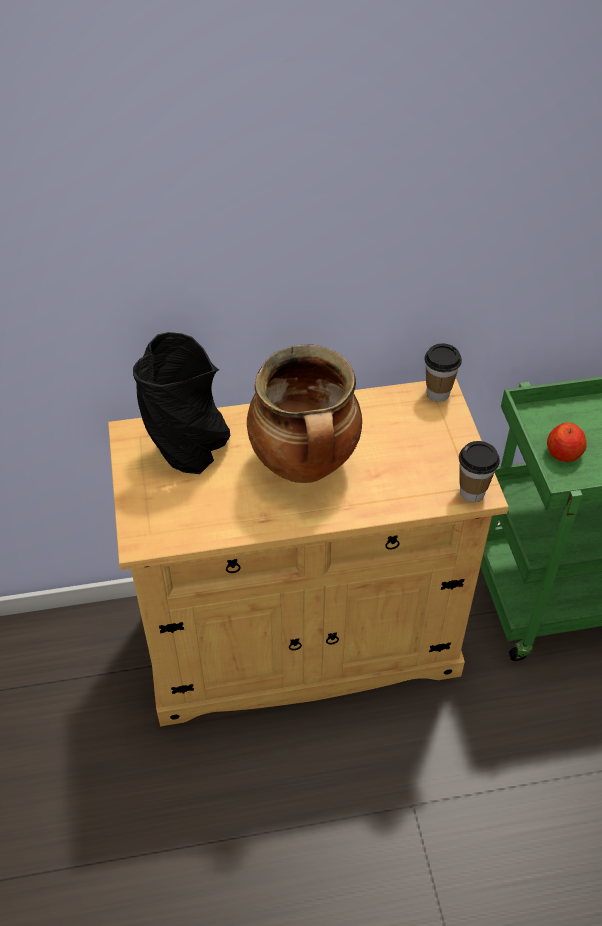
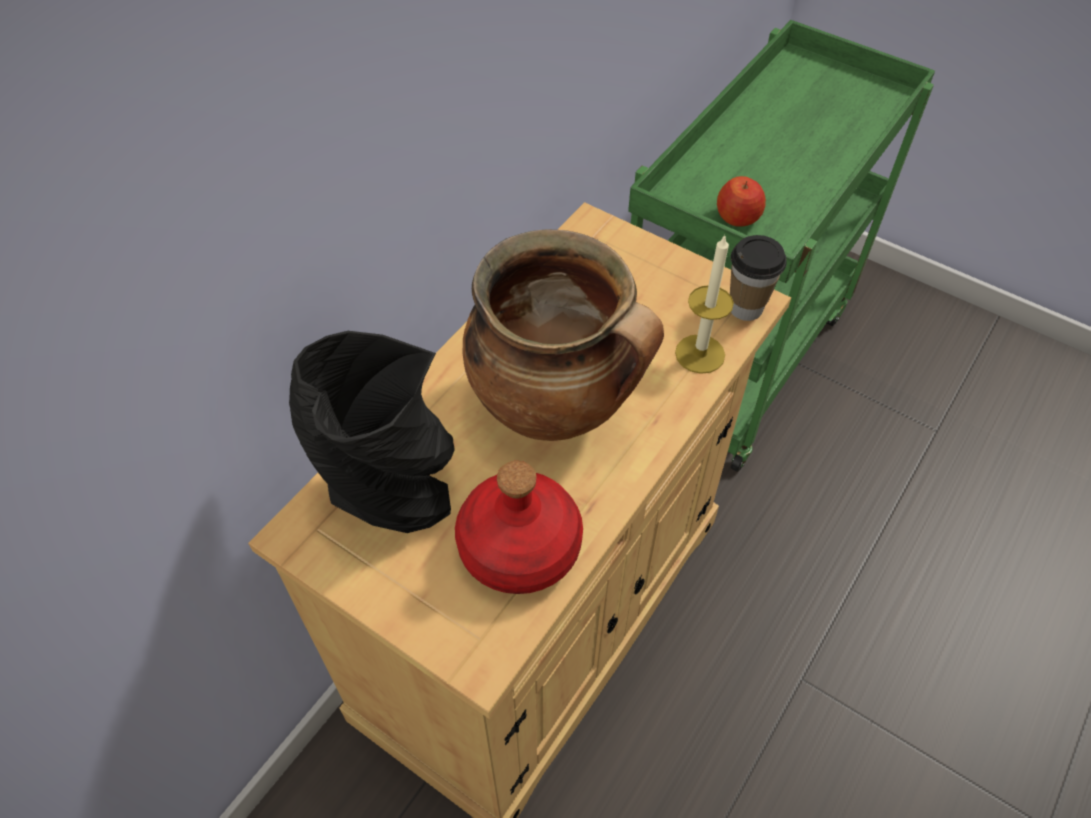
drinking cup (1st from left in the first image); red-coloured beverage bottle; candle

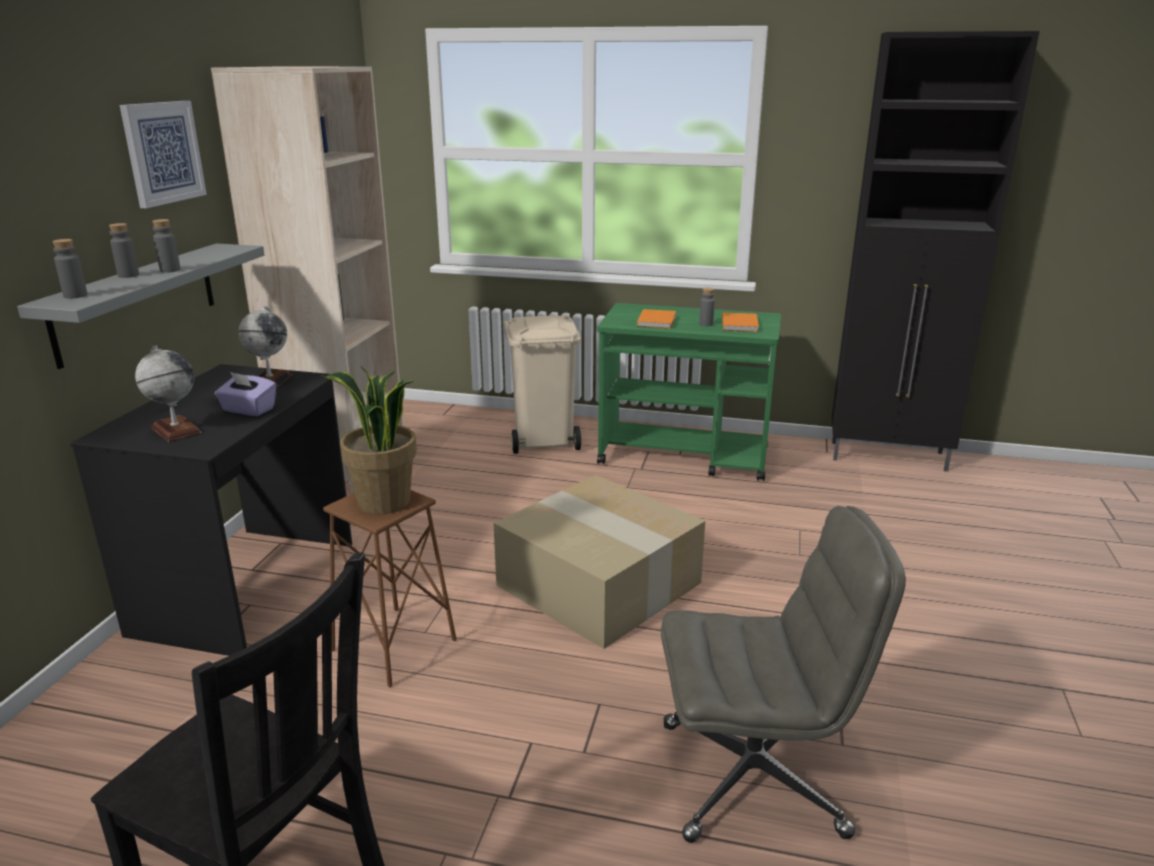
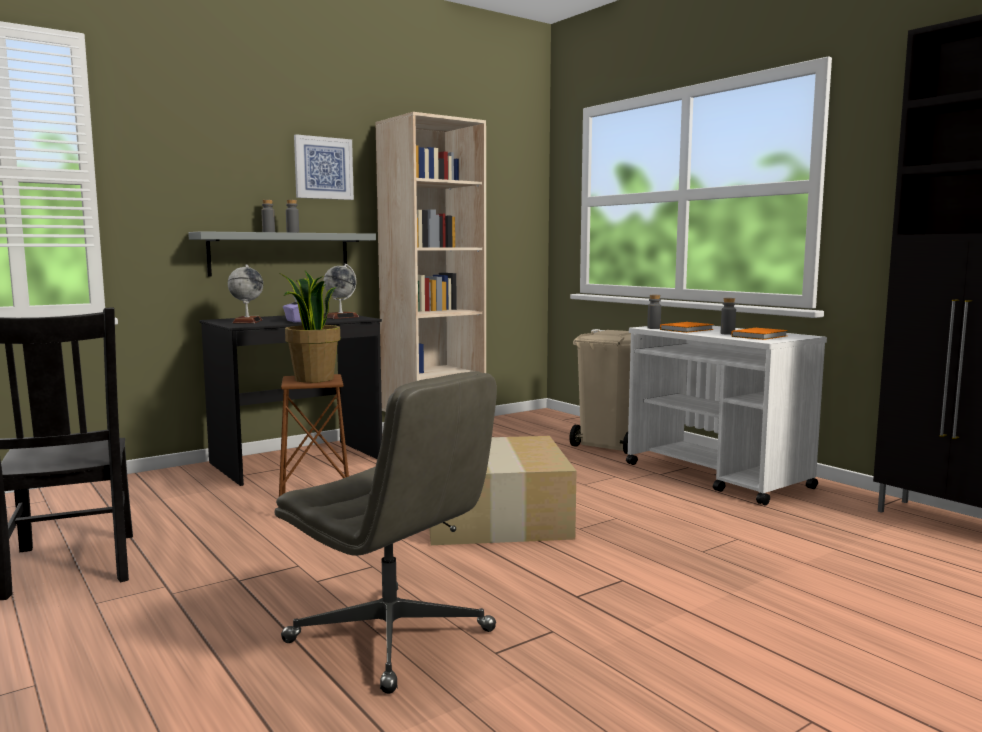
gray beverage bottle (3rd from left); white-coloured cart

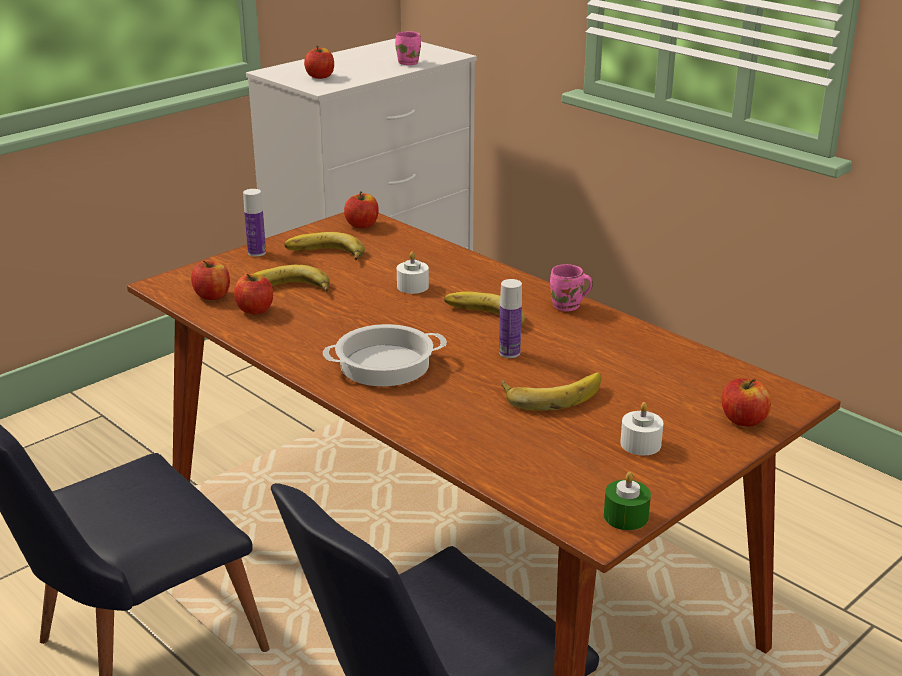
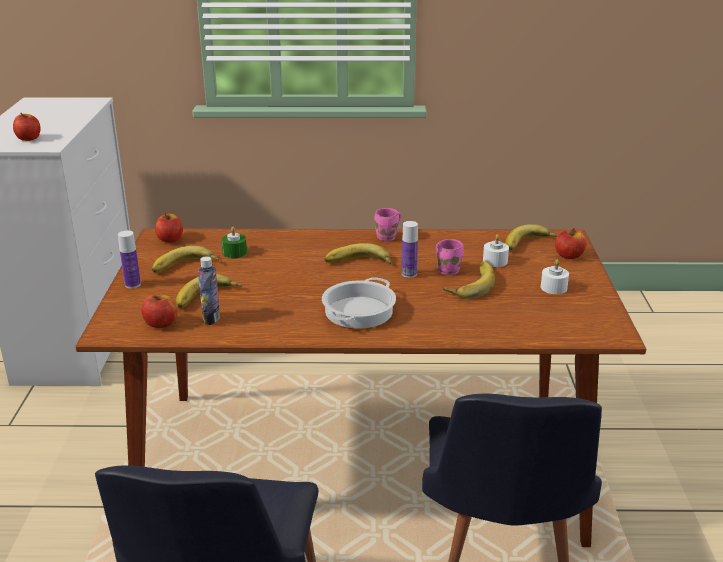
beverage bottle (2nd from left); pinkish tea mug (2nd from left); white-coloured candle (1st from left); green candle; banana fruit (5th from left)

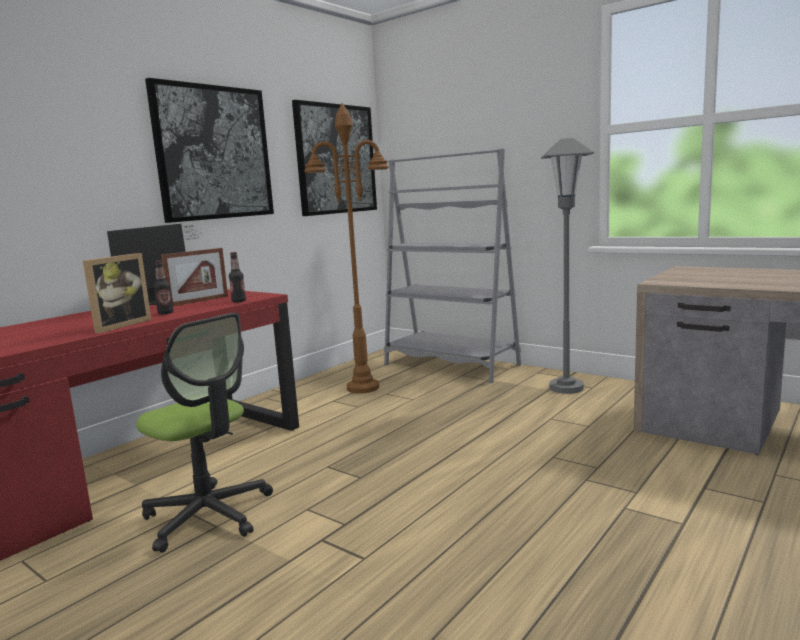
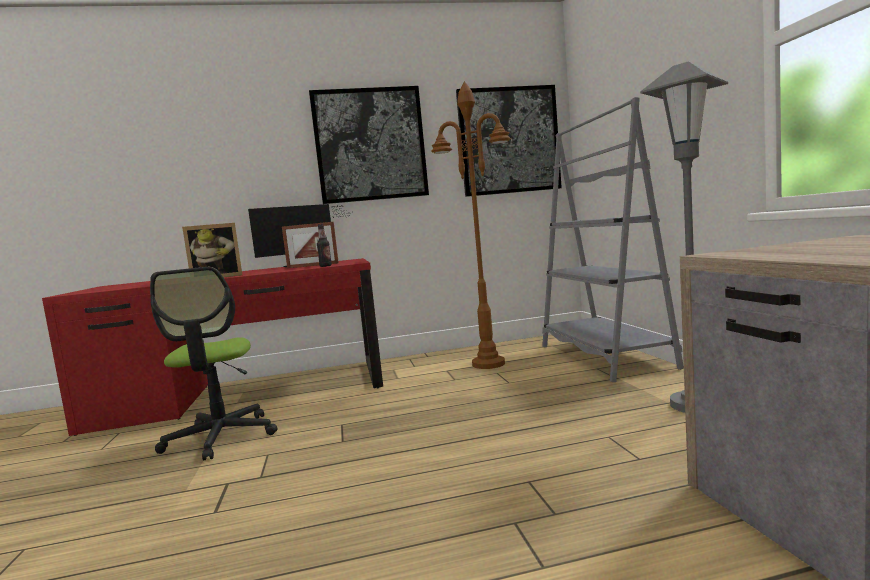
beverage bottle (1st from left in the first image)

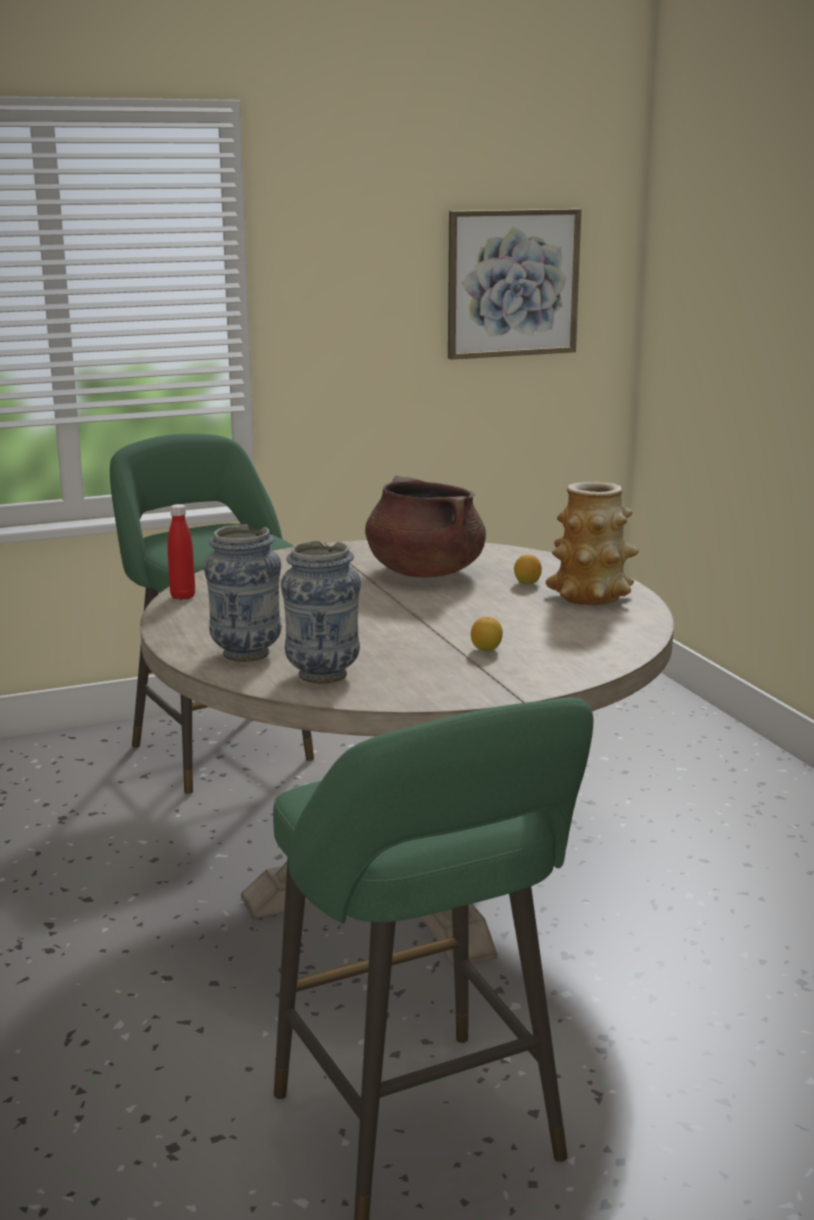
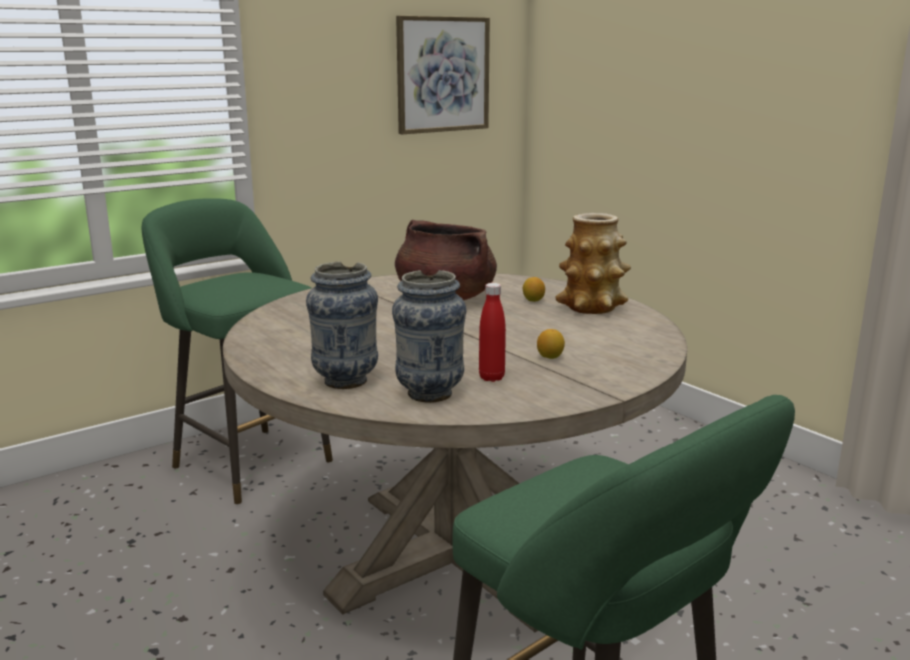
red-coloured beverage bottle

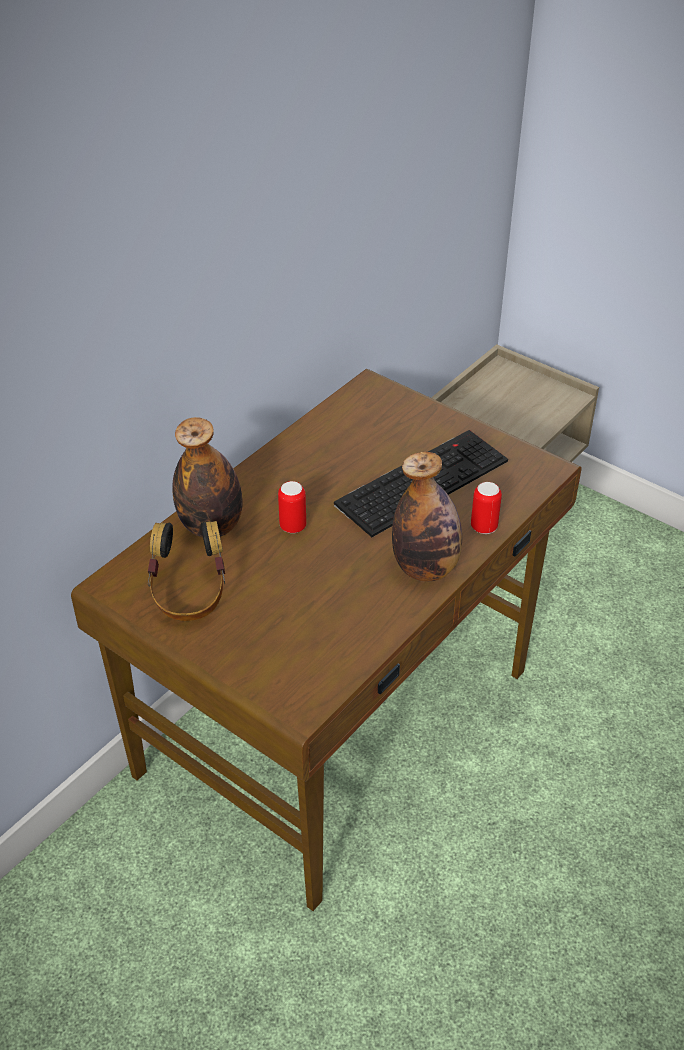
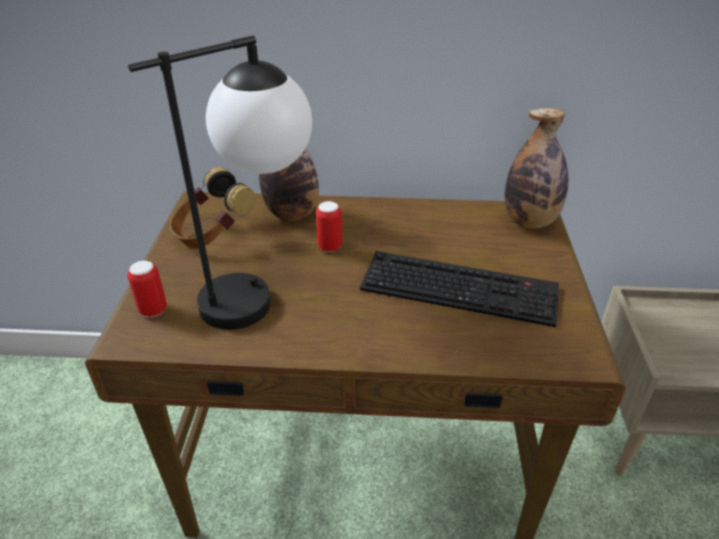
beverage bottle (2nd from left); metal can (1st from left); lamp for a table

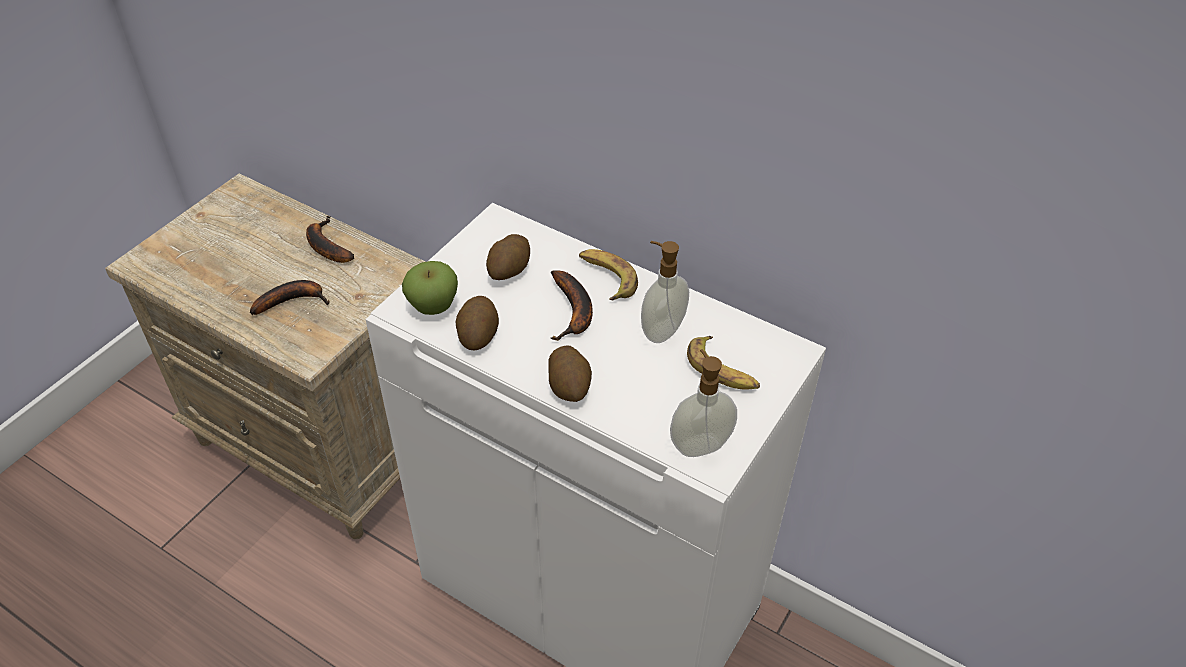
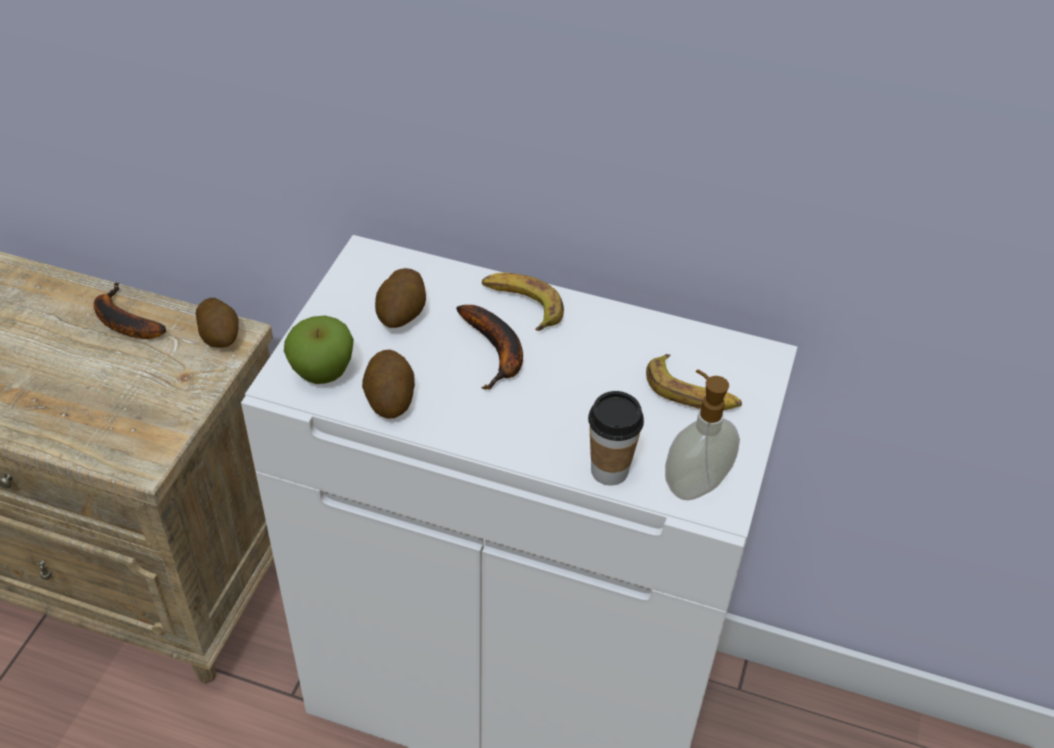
banana fruit (1st from left in the first image); spud (1st from left); soap bottle (1st from left in the first image); drinking cup

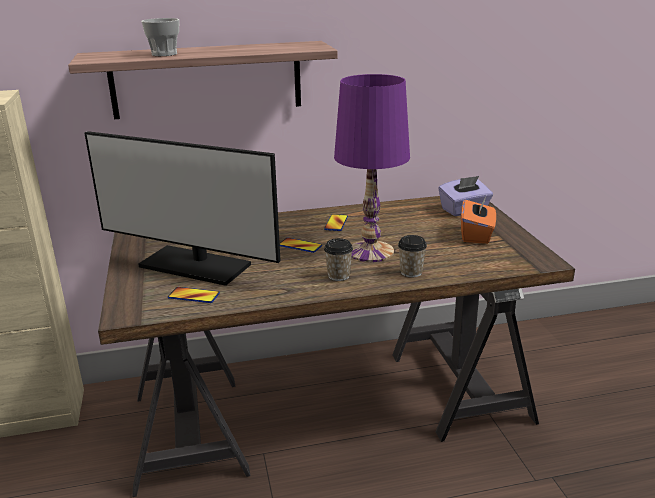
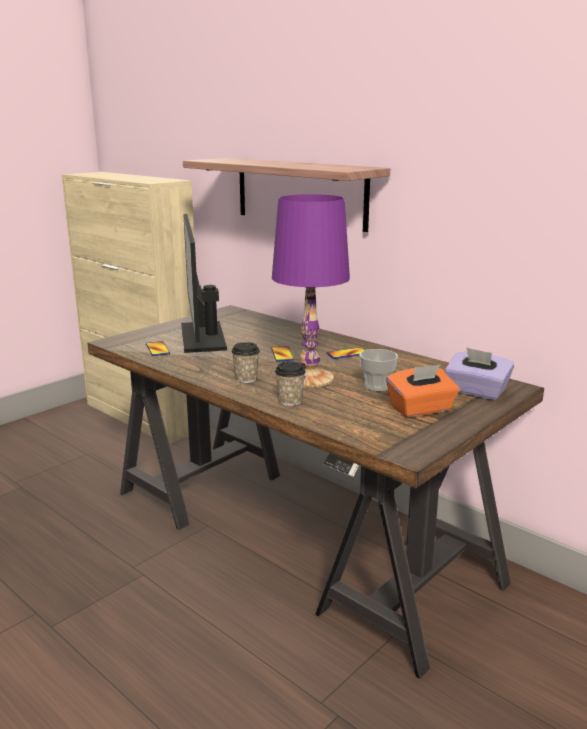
drinking cup (3rd from left)

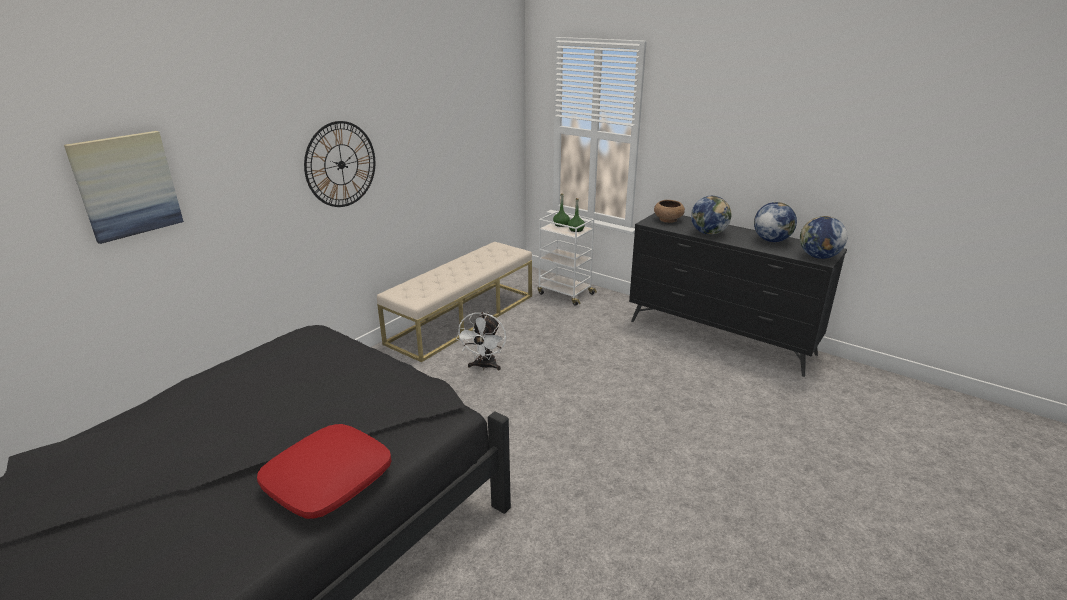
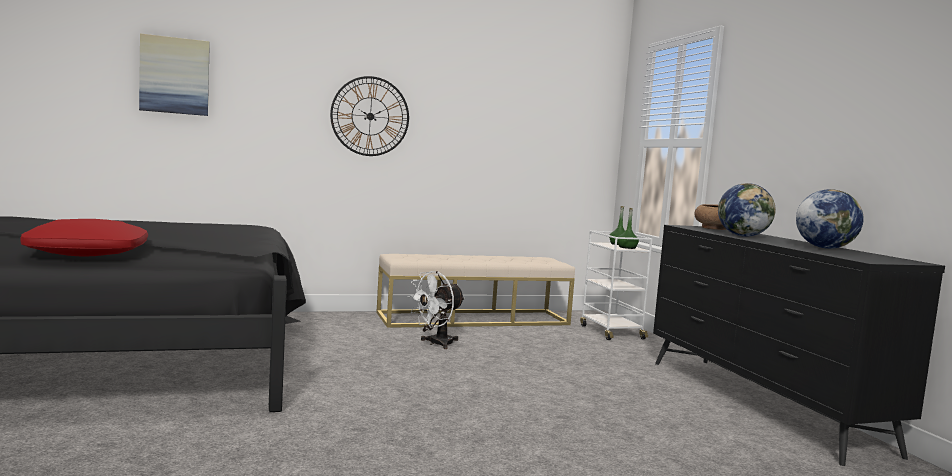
globe (3rd from left in the first image)

